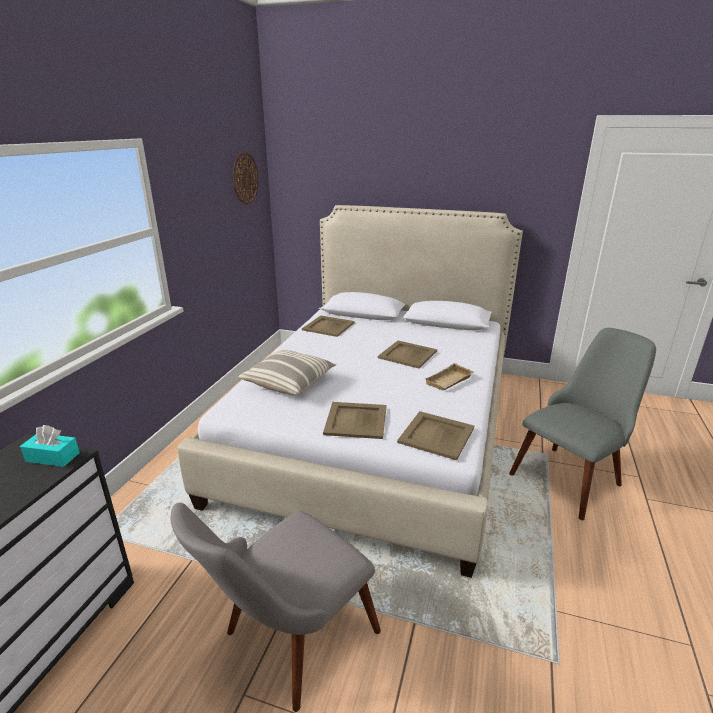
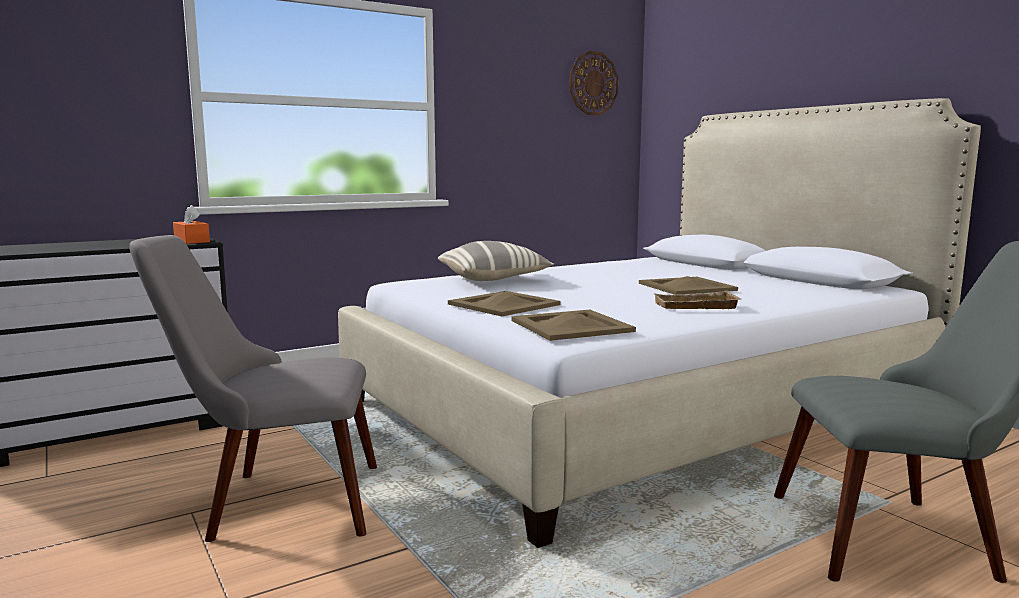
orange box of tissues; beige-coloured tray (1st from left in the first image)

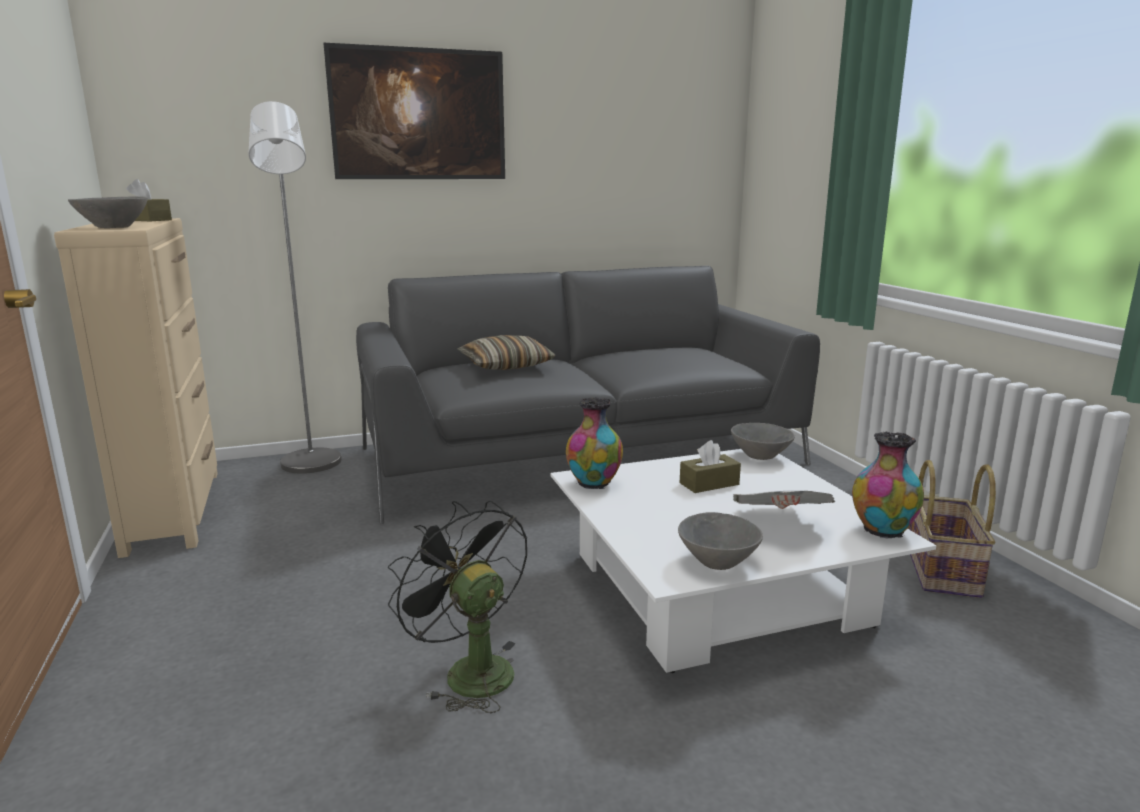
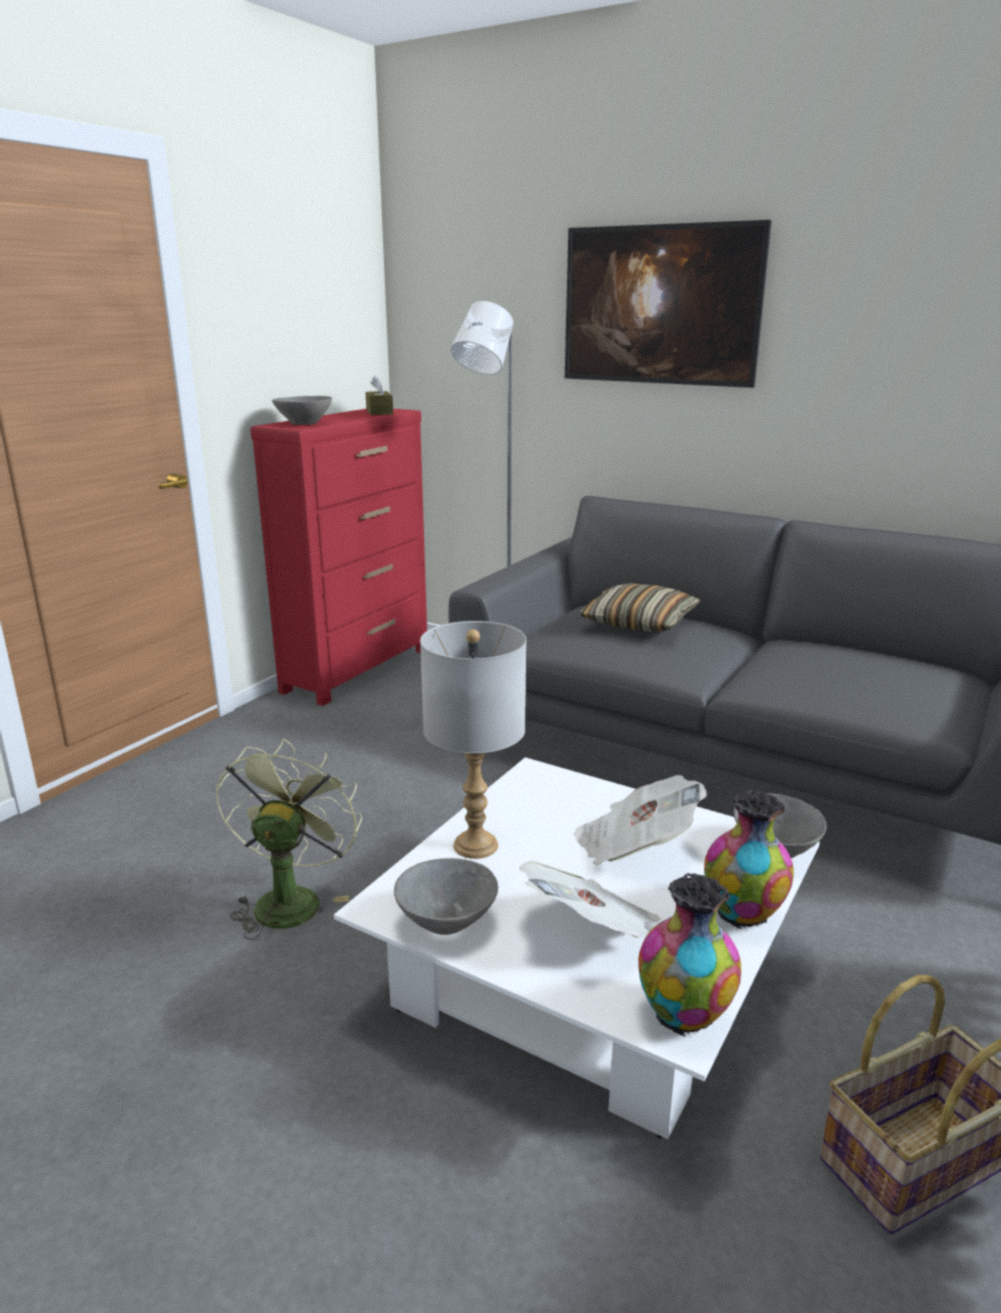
red-coloured dresser; green fan; vase (2nd from left); printed paper (2nd from left); gray lamp for a table

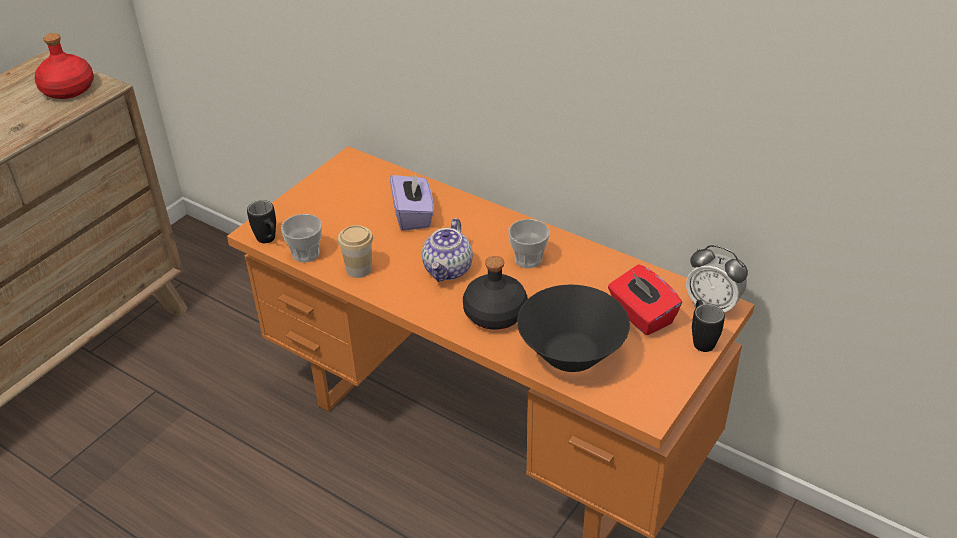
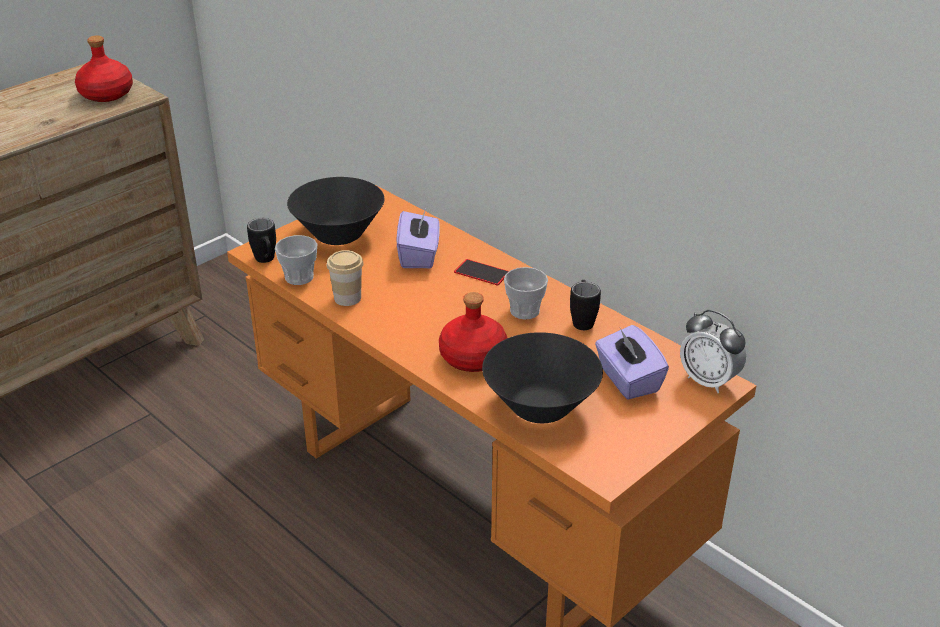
pot for tea; red-coloured beverage bottle (2nd from left); purple-coloured box of tissues (2nd from left); black tea mug (2nd from left); black deep dish (1st from left); phone

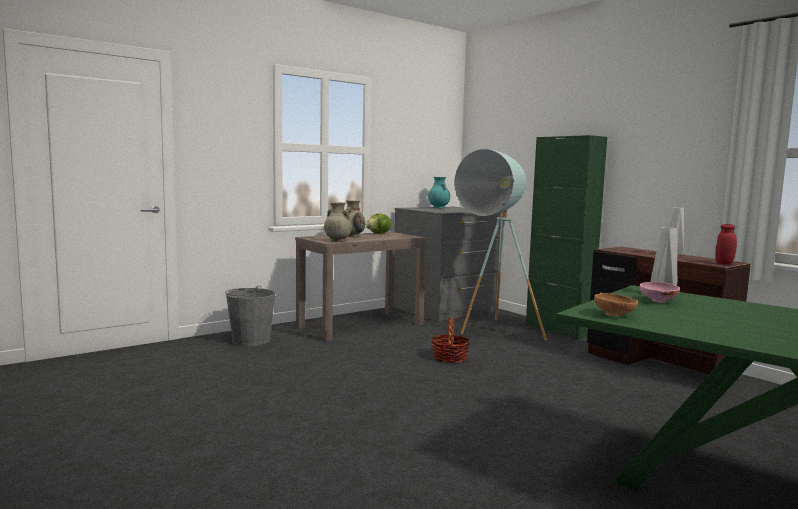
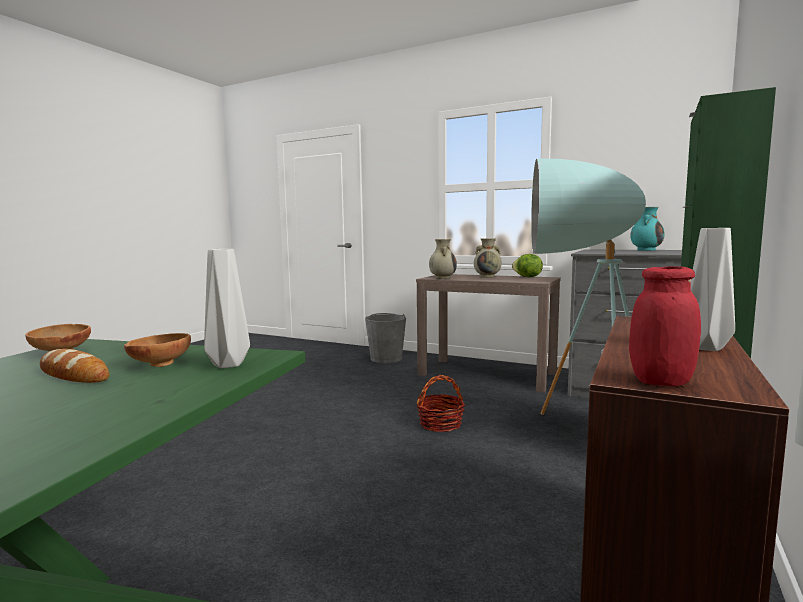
brown deep dish (2nd from left); bakery bread

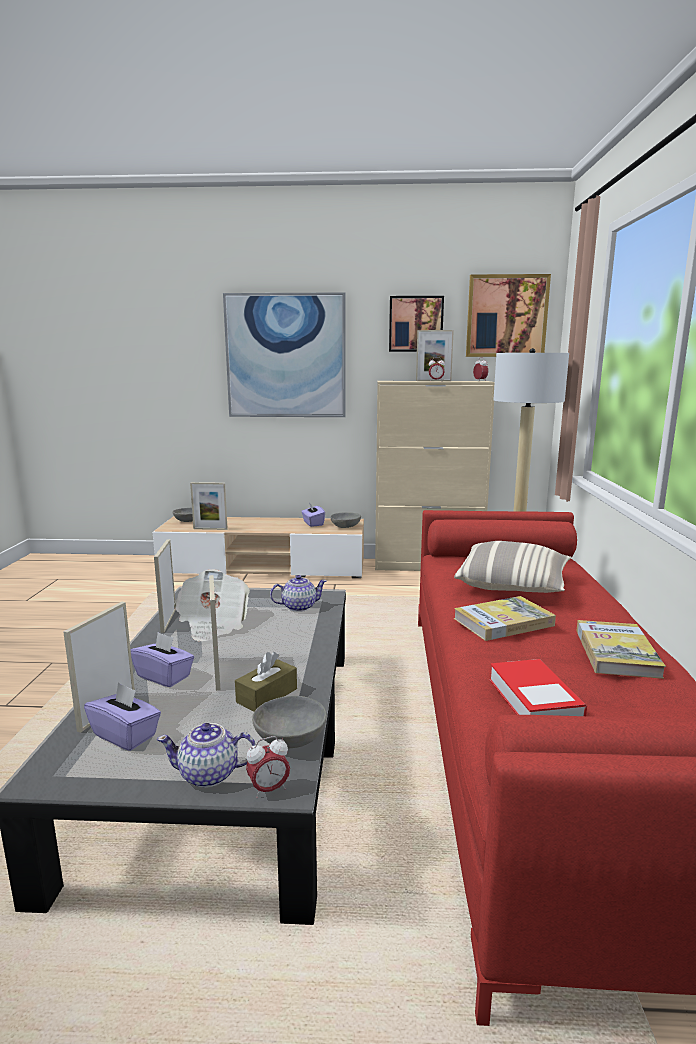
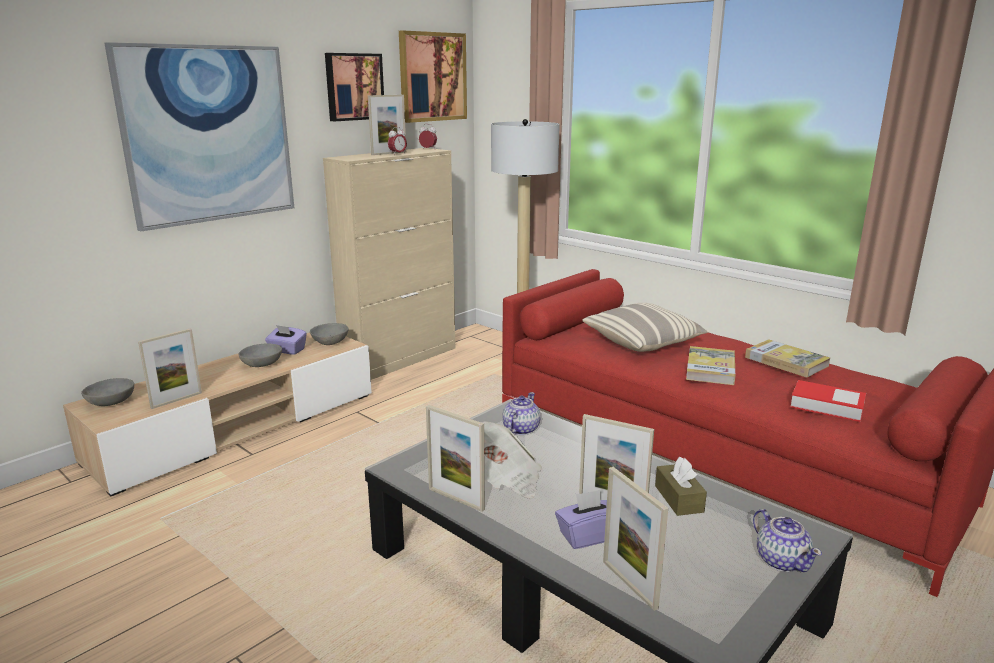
purple-coloured box of tissues (1st from left in the first image); pot for tea (2nd from left); alarm clock (1st from left in the first image); gray deep dish (2nd from left)

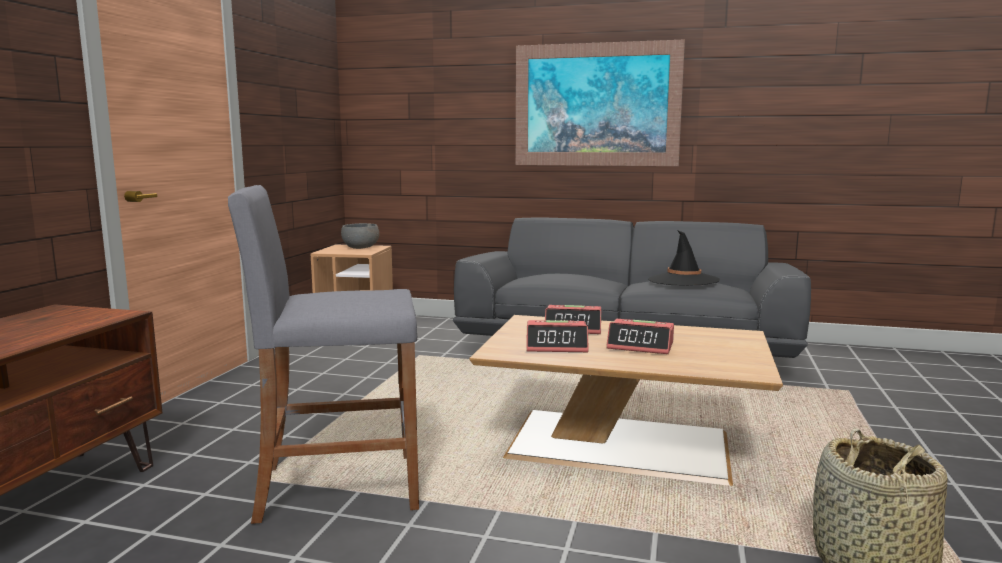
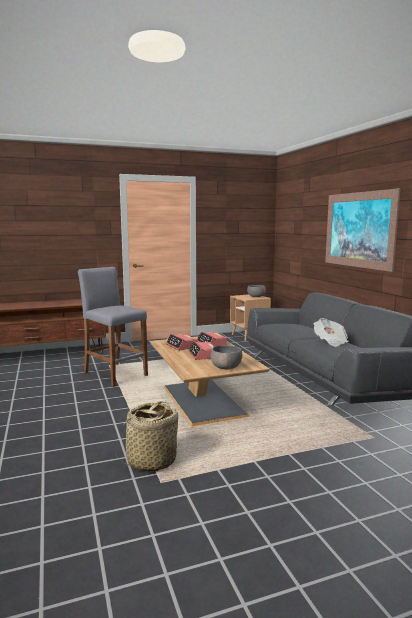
printed paper; gray deep dish (1st from left)

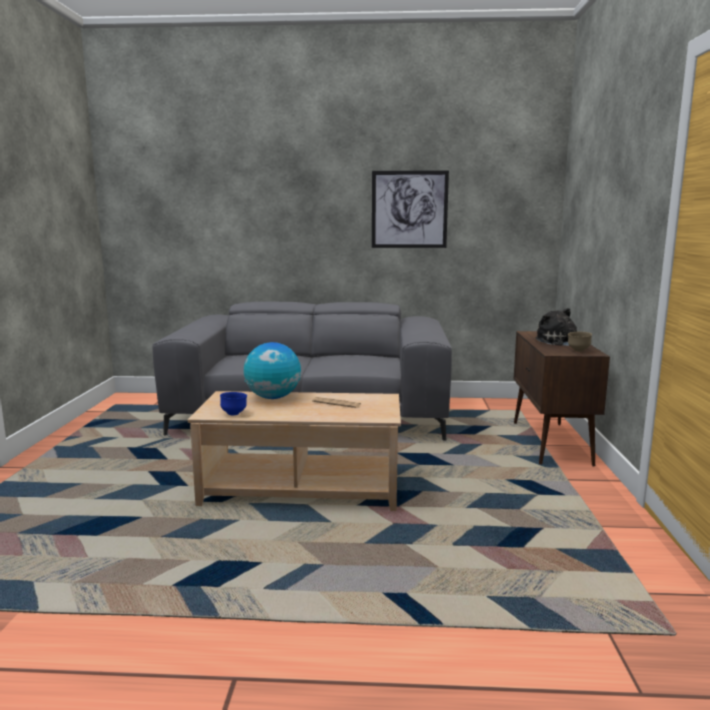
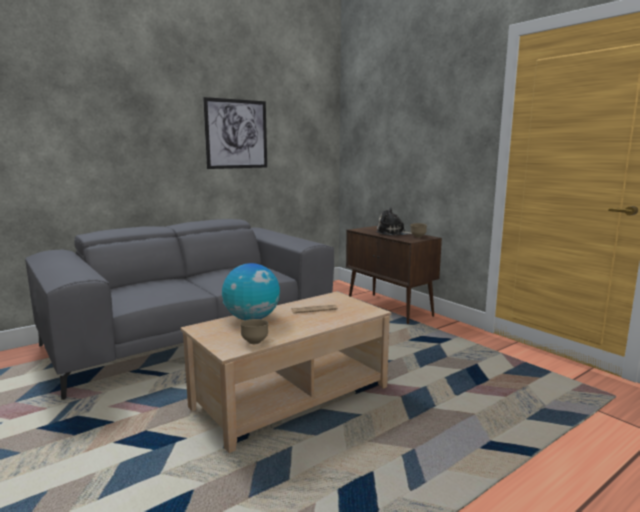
brown deep dish (1st from left)

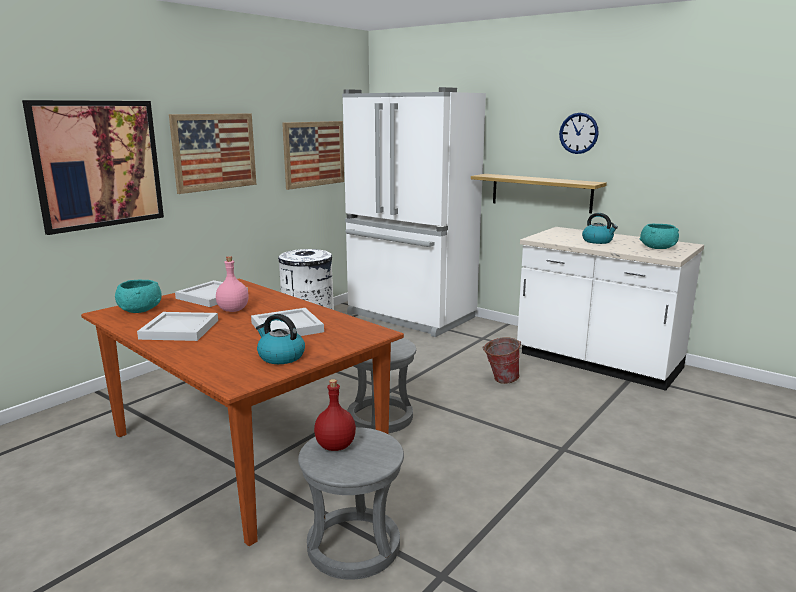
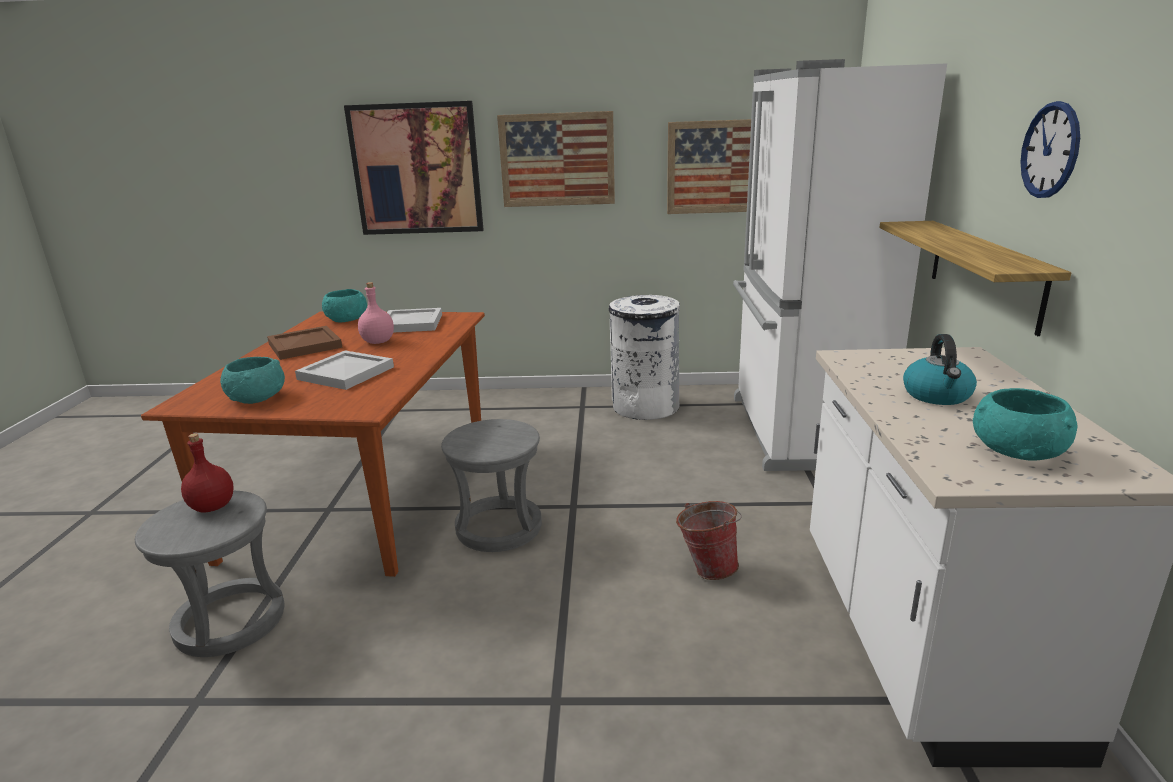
brown tray; turquoise-coloured deep dish (1st from left)

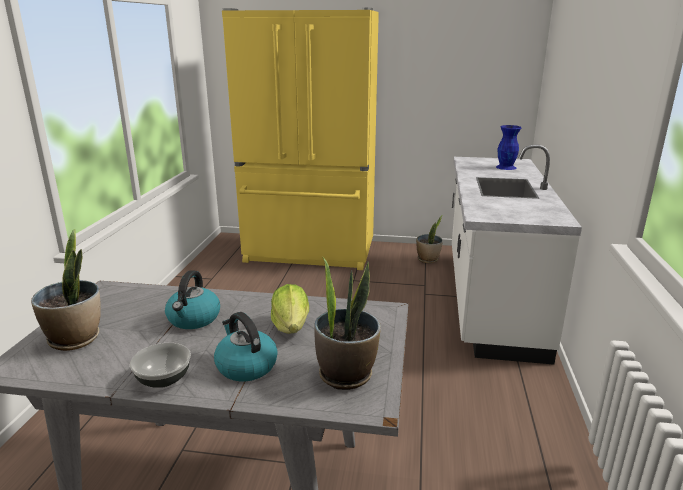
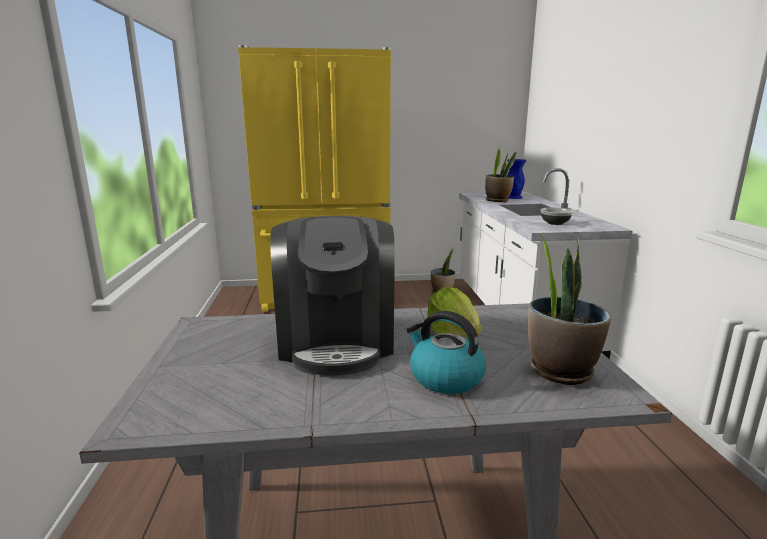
houseplant (2nd from left); deep dish; coffee machine

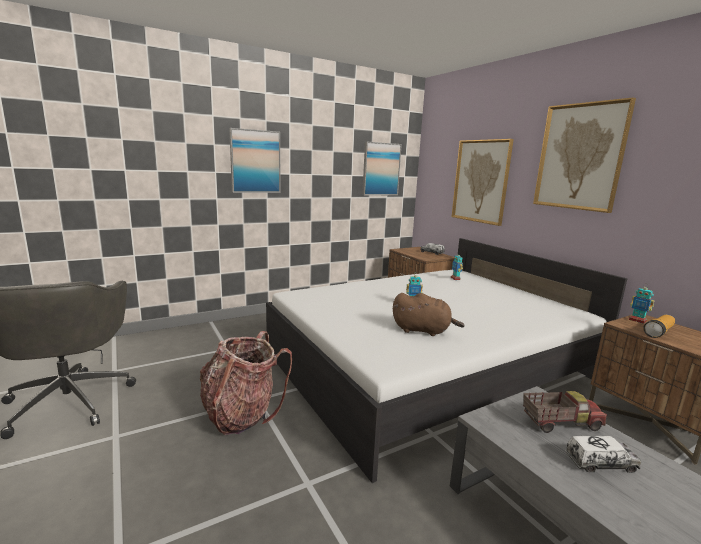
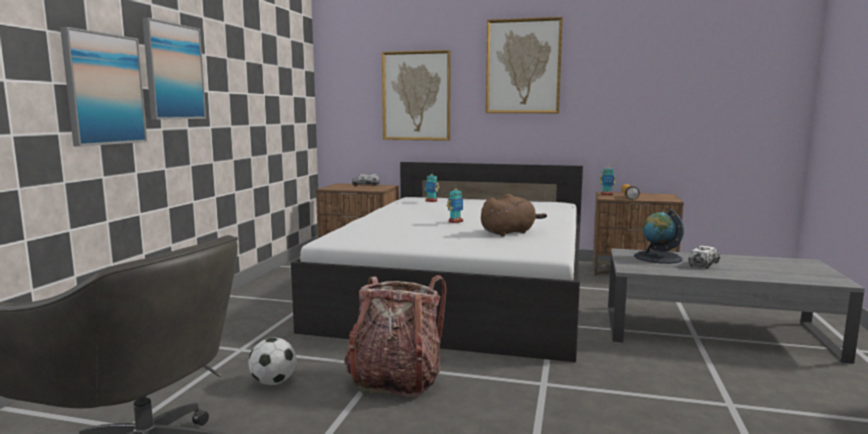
picture (1st from left); globe; ball for football

